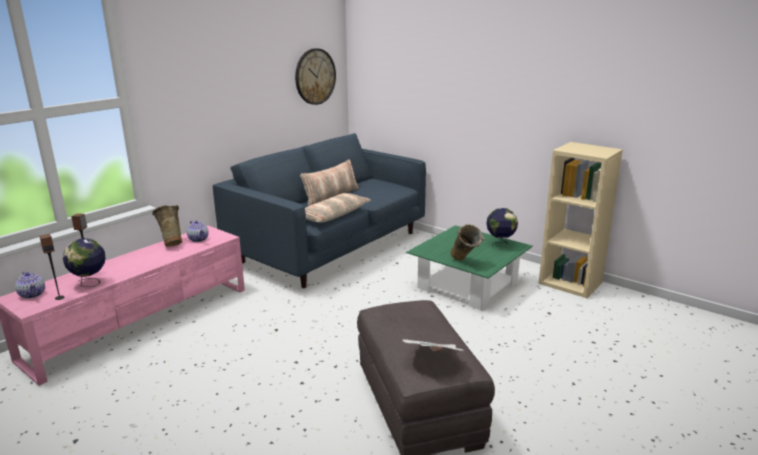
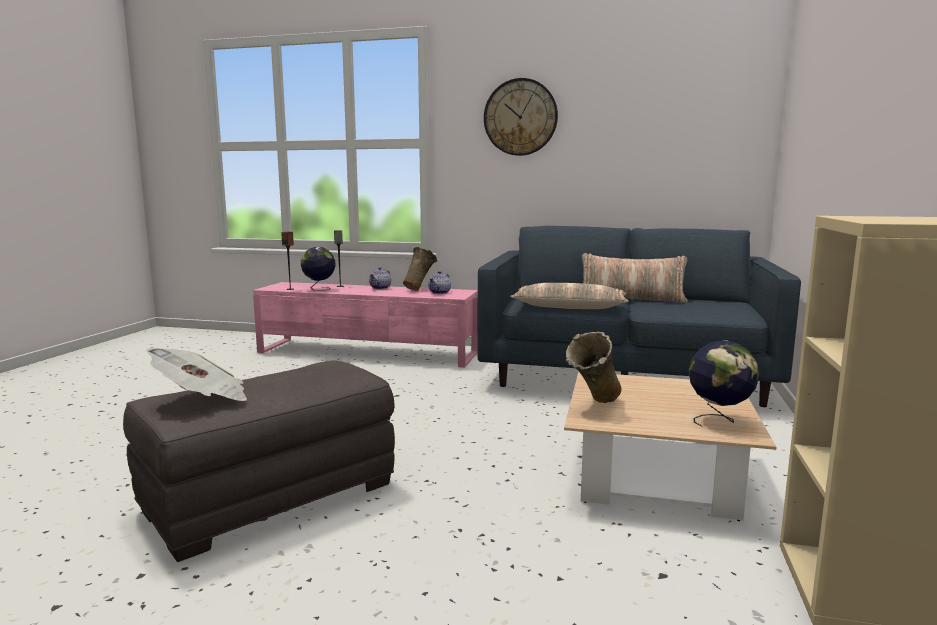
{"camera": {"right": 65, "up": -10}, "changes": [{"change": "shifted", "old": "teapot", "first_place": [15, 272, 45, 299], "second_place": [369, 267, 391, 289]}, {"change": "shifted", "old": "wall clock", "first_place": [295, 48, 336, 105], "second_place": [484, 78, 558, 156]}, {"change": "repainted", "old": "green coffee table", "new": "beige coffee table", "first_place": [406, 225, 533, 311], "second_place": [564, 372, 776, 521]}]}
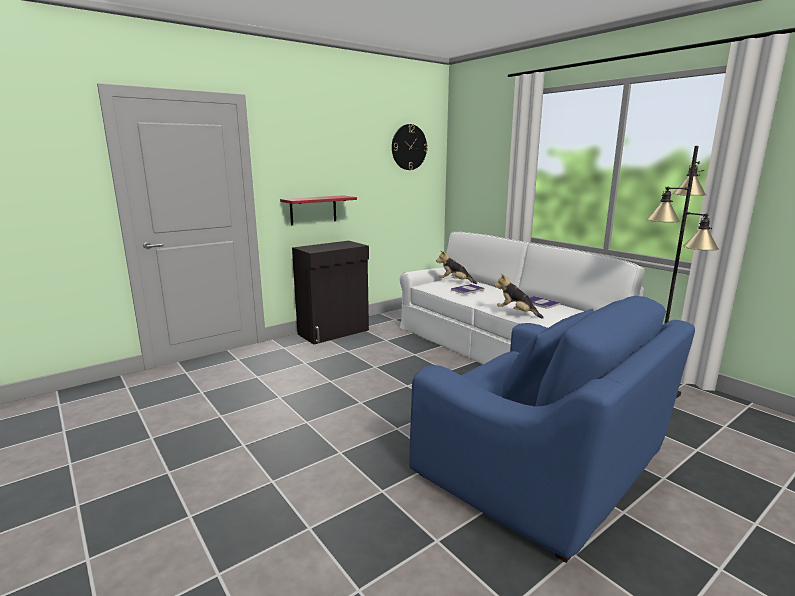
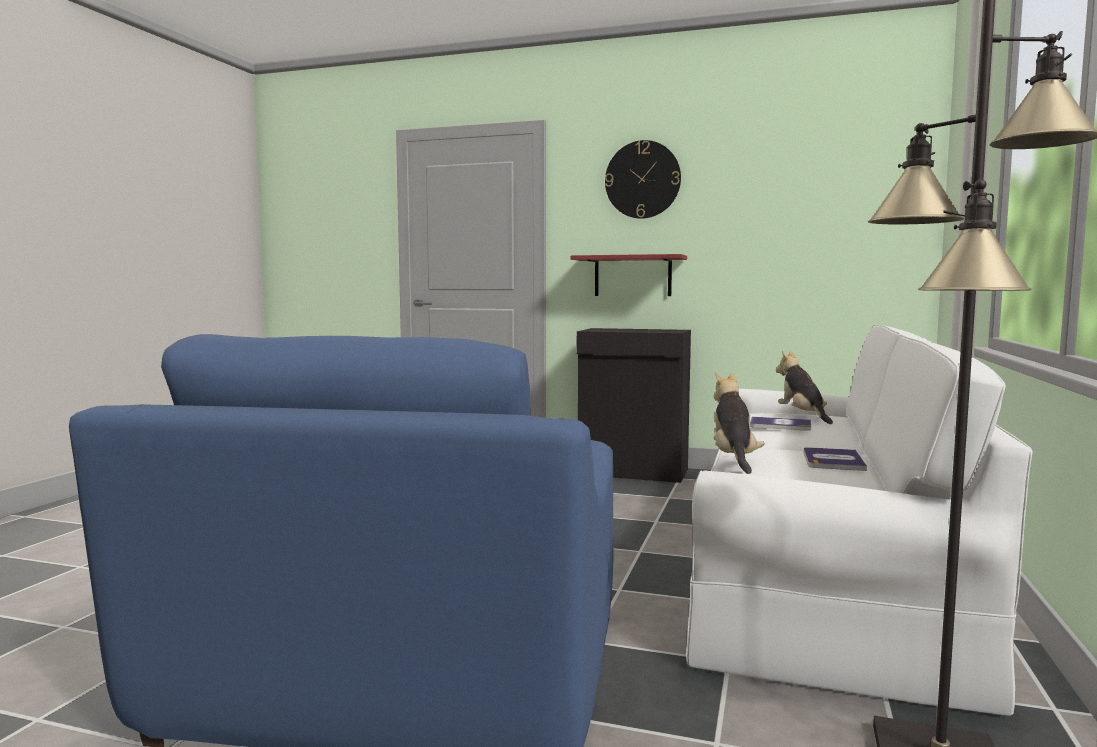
{"camera": {"right": 55, "up": -10}, "changes": [{"change": "shifted", "old": "wall clock", "first_place": [392, 124, 428, 170], "second_place": [605, 140, 681, 219]}]}
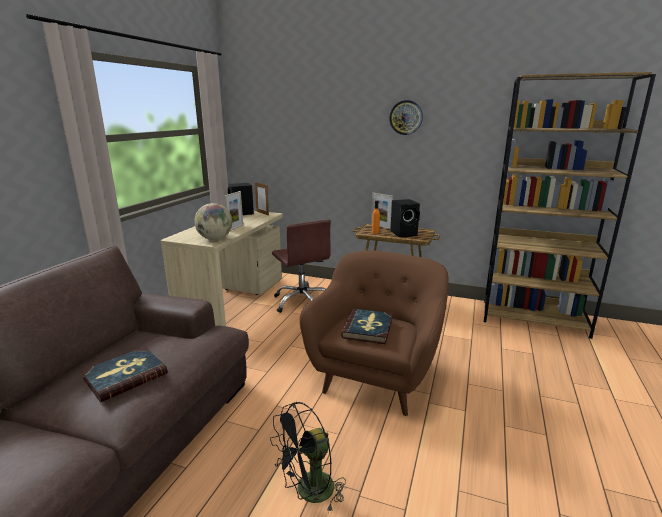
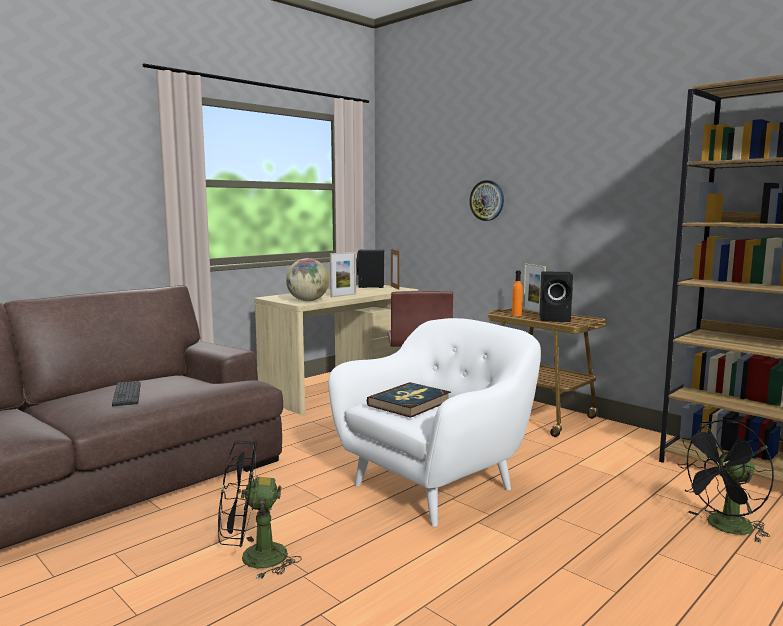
{"camera": {"right": 25, "up": -10}, "changes": [{"change": "swapped", "old": "book", "new": "keyboard", "first_place": [81, 347, 167, 403], "second_place": [112, 381, 141, 406]}, {"change": "repainted", "old": "brown armchair", "new": "white armchair", "first_place": [300, 251, 449, 416], "second_place": [328, 318, 541, 527]}, {"change": "shifted", "old": "wall clock", "first_place": [389, 100, 423, 135], "second_place": [469, 180, 504, 221]}, {"change": "new", "new": "black fan", "second_place": [677, 420, 774, 543]}]}
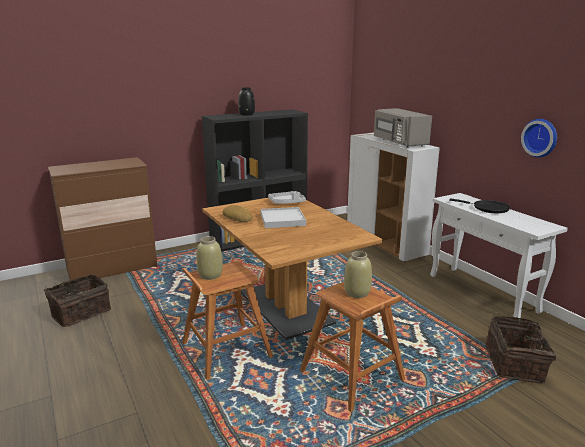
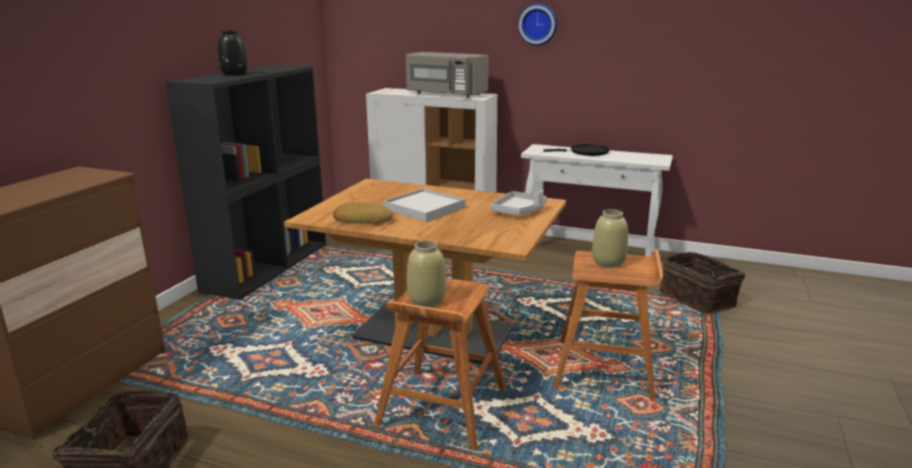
{"camera": {"right": -40, "up": 0}, "changes": [{"change": "shifted", "old": "grey tray", "first_place": [268, 191, 306, 204], "second_place": [490, 190, 547, 215]}, {"change": "shifted", "old": "wall clock", "first_place": [521, 119, 557, 158], "second_place": [518, 3, 557, 46]}]}
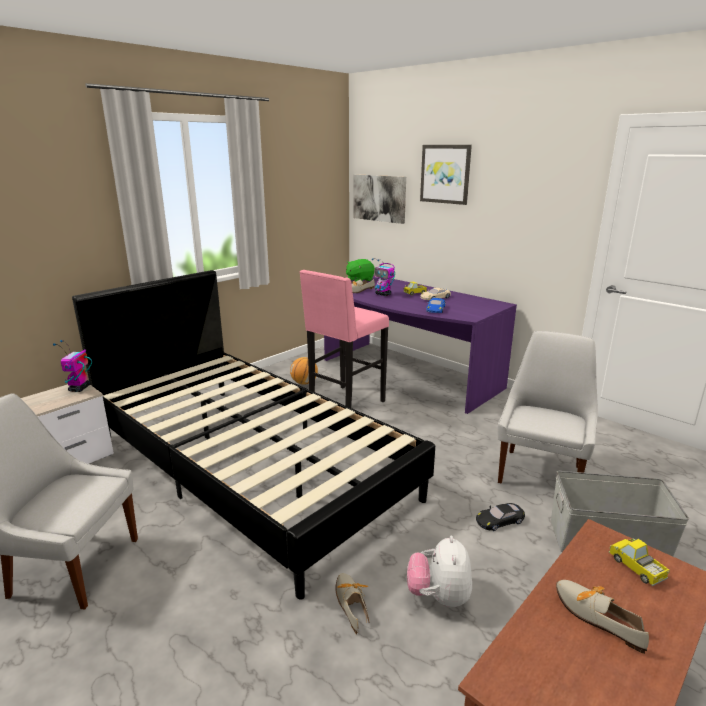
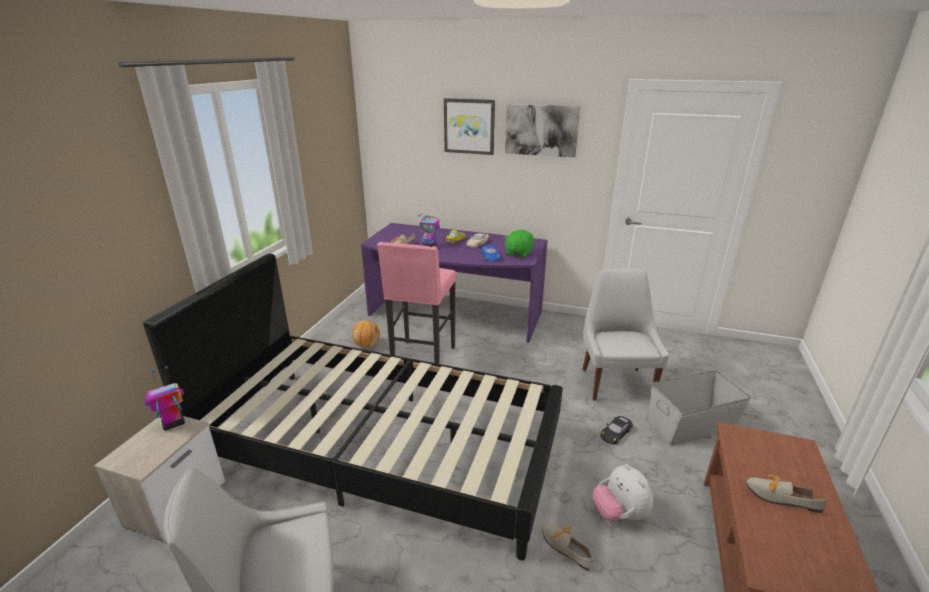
{"camera": {"right": -25, "up": 5}, "changes": [{"change": "rotated", "old": "toy robot", "first_place": [53, 340, 92, 392], "second_place": [145, 366, 185, 431], "degrees": 75}, {"change": "shifted", "old": "green plush toy", "first_place": [346, 259, 375, 282], "second_place": [504, 230, 534, 258]}, {"change": "shifted", "old": "picture", "first_place": [353, 174, 406, 224], "second_place": [505, 104, 580, 158]}, {"change": "gone", "old": "toy truck", "first_place": [609, 538, 670, 586]}]}
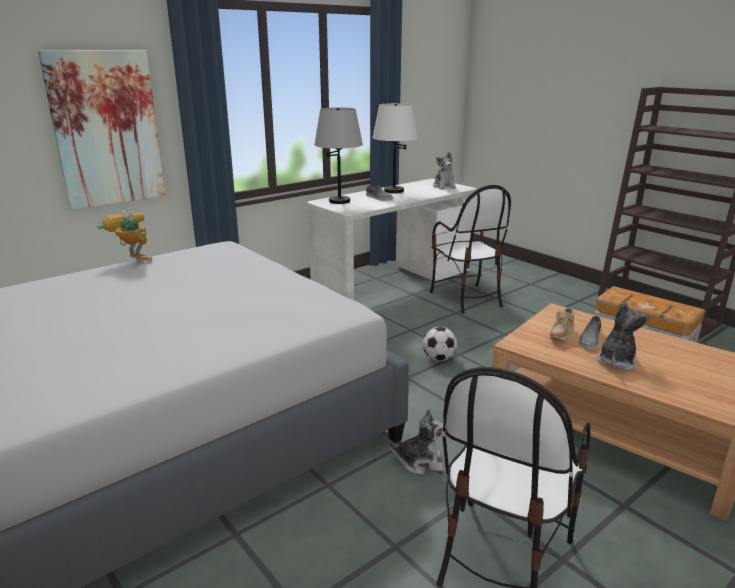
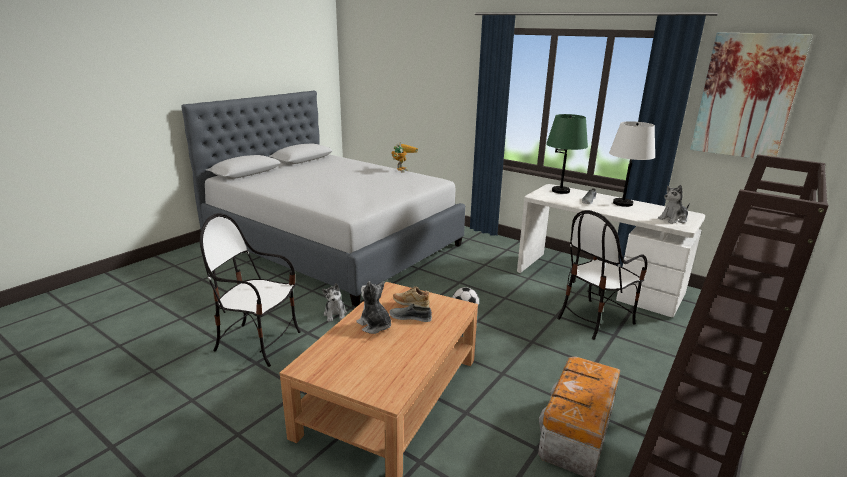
{"camera": {"right": 75, "up": 0}, "changes": [{"change": "shifted", "old": "picture", "first_place": [38, 50, 166, 210], "second_place": [690, 32, 813, 159]}, {"change": "repainted", "old": "grey table lamp", "new": "green table lamp", "first_place": [314, 107, 363, 204], "second_place": [546, 114, 588, 194]}, {"change": "rotated", "old": "plush toy", "first_place": [596, 302, 650, 371], "second_place": [357, 281, 391, 334], "degrees": -150}]}
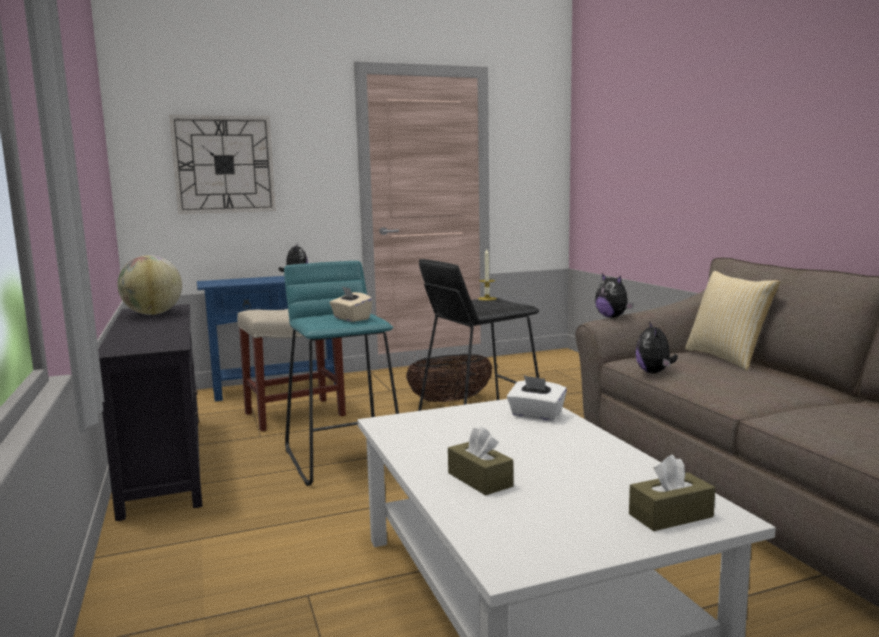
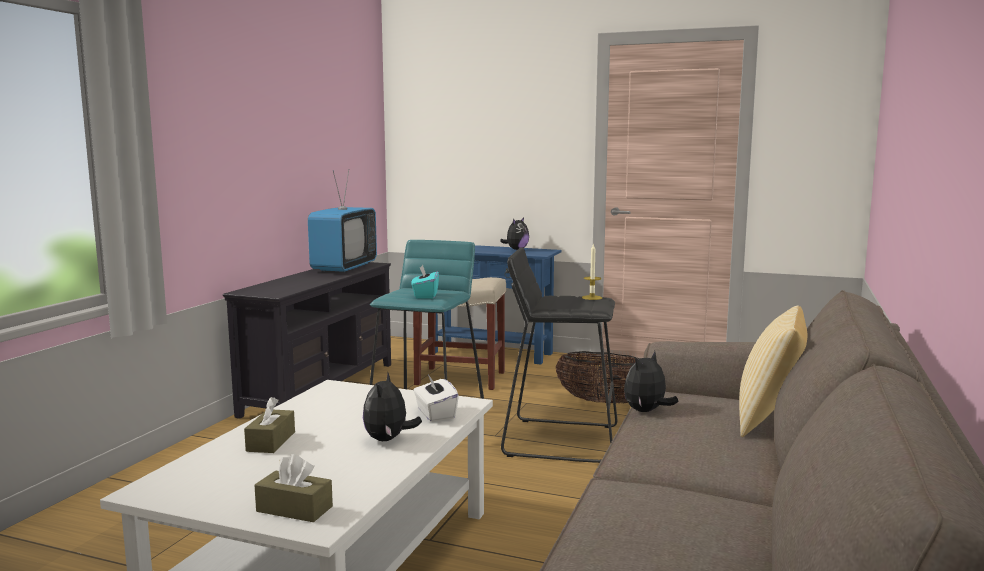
{"camera": {"right": 40, "up": 0}, "changes": [{"change": "swapped", "old": "globe", "new": "television", "first_place": [117, 255, 182, 315], "second_place": [308, 169, 377, 273]}, {"change": "gone", "old": "wall clock", "first_place": [170, 115, 276, 214]}, {"change": "repainted", "old": "beige tissue box", "new": "turquoise tissue box", "first_place": [330, 286, 372, 322], "second_place": [411, 265, 439, 298]}, {"change": "shifted", "old": "plush toy", "first_place": [595, 274, 634, 318], "second_place": [363, 372, 422, 441]}]}
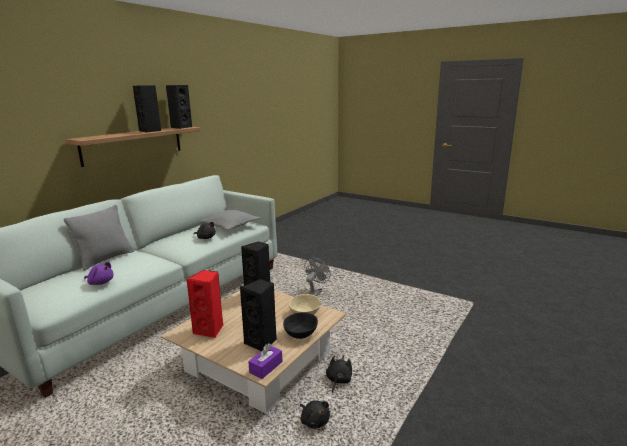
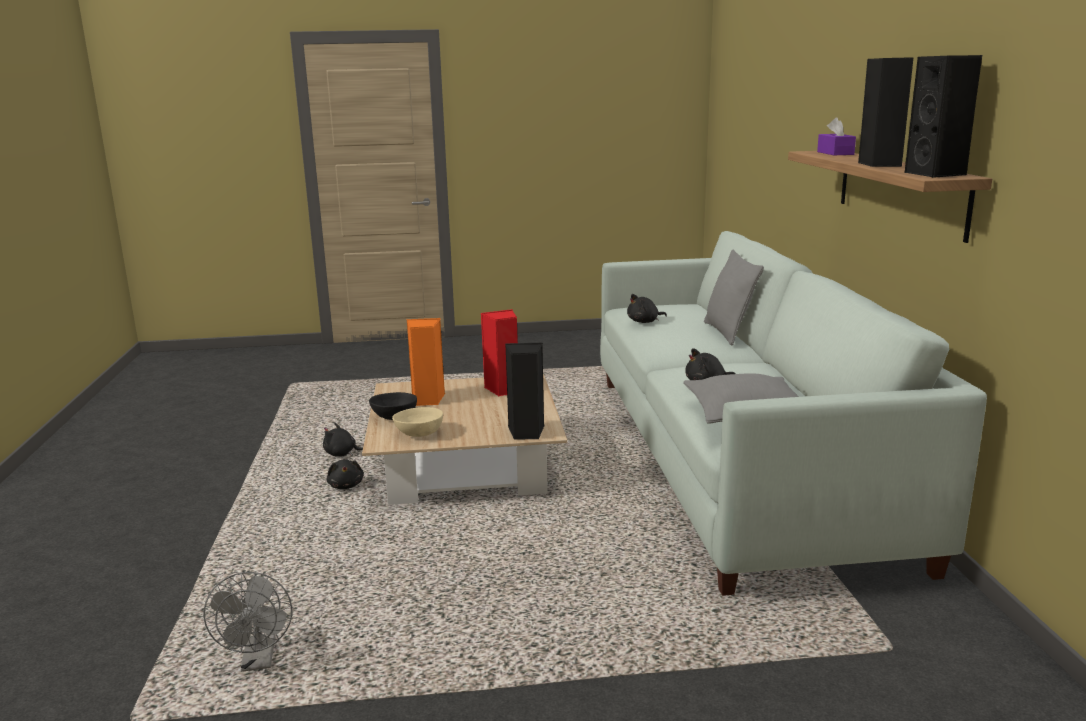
{"camera": {"right": 140, "up": 0}, "changes": [{"change": "repainted", "old": "purple plush toy", "new": "black plush toy", "first_place": [84, 262, 114, 285], "second_place": [627, 294, 667, 323]}, {"change": "repainted", "old": "black speaker", "new": "orange speaker", "first_place": [240, 279, 277, 351], "second_place": [407, 318, 445, 406]}, {"change": "shifted", "old": "purple tissue box", "first_place": [248, 343, 283, 379], "second_place": [817, 118, 856, 155]}, {"change": "shifted", "old": "grey fan", "first_place": [304, 258, 330, 296], "second_place": [203, 572, 292, 672]}]}
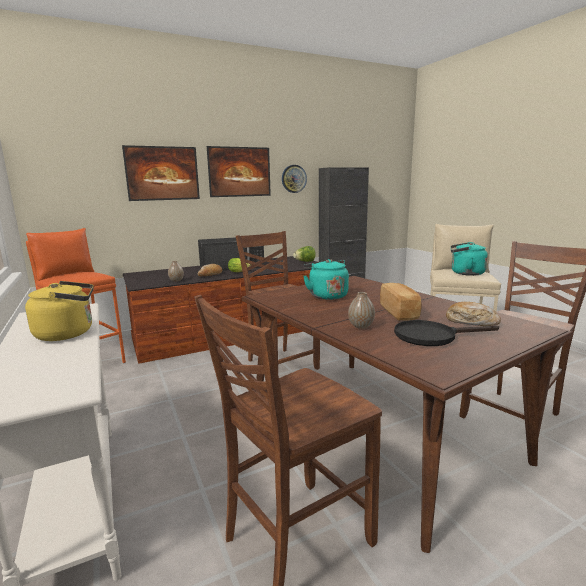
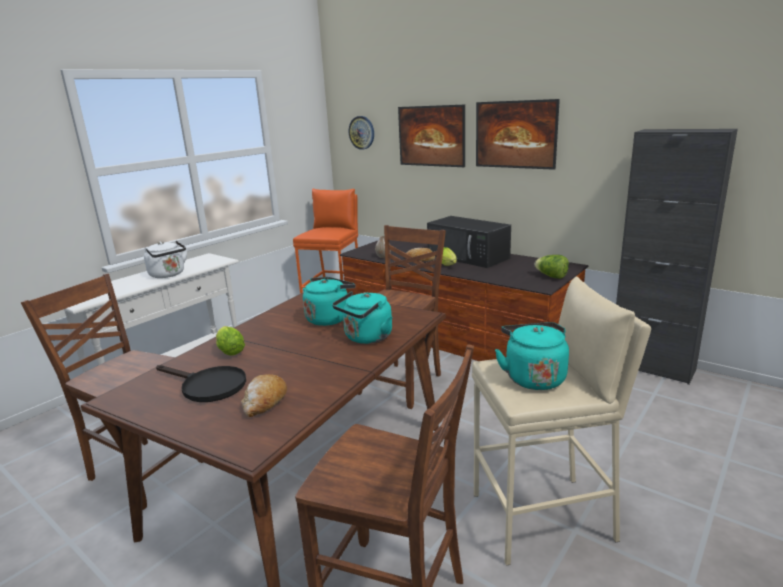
{"camera": {"right": 65, "up": 5}, "changes": [{"change": "repainted", "old": "yellow kettle", "new": "white kettle", "first_place": [25, 281, 94, 341], "second_place": [144, 240, 187, 278]}, {"change": "shifted", "old": "wall clock", "first_place": [282, 165, 307, 193], "second_place": [349, 116, 374, 150]}, {"change": "swapped", "old": "vase", "new": "lettuce", "first_place": [348, 292, 375, 329], "second_place": [216, 326, 245, 356]}, {"change": "gone", "old": "bread", "first_place": [380, 283, 421, 321]}, {"change": "rotated", "old": "black frying pan", "first_place": [394, 320, 499, 346], "second_place": [156, 365, 246, 402], "degrees": 150}, {"change": "new", "new": "turquoise kettle", "second_place": [332, 291, 393, 344]}]}
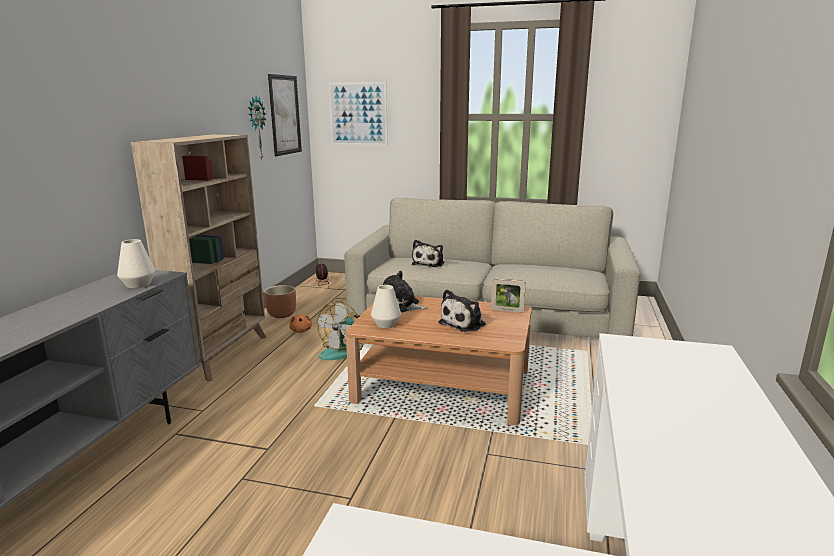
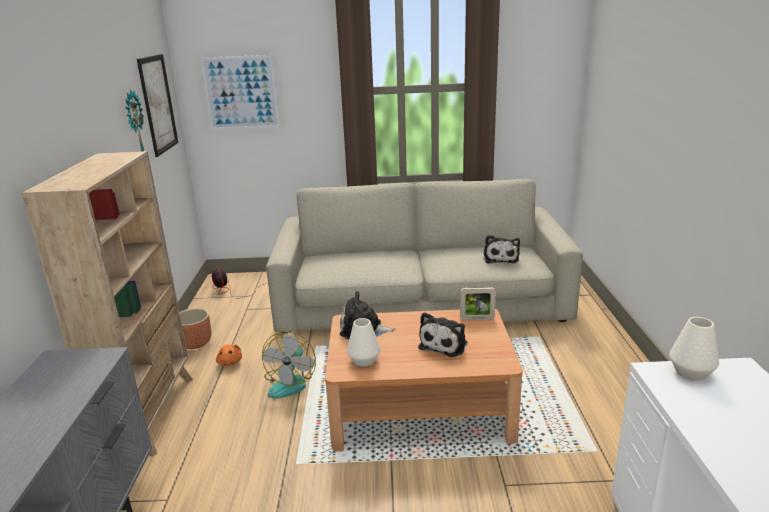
{"camera": {"right": -15, "up": 5}, "changes": [{"change": "shifted", "old": "white vase", "first_place": [117, 239, 155, 288], "second_place": [669, 317, 719, 381]}, {"change": "shifted", "old": "plush toy", "first_place": [412, 240, 444, 267], "second_place": [484, 235, 520, 264]}]}
